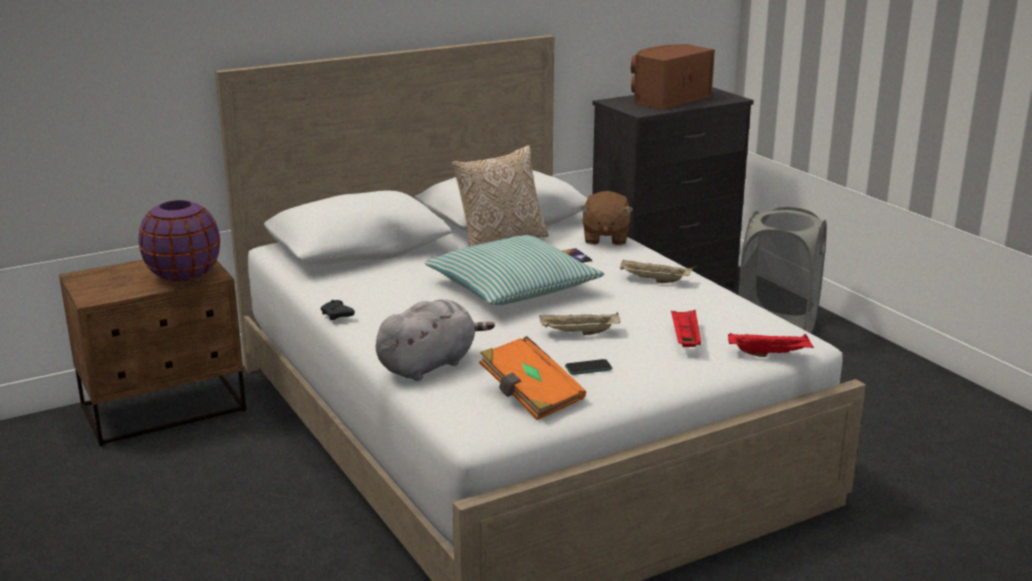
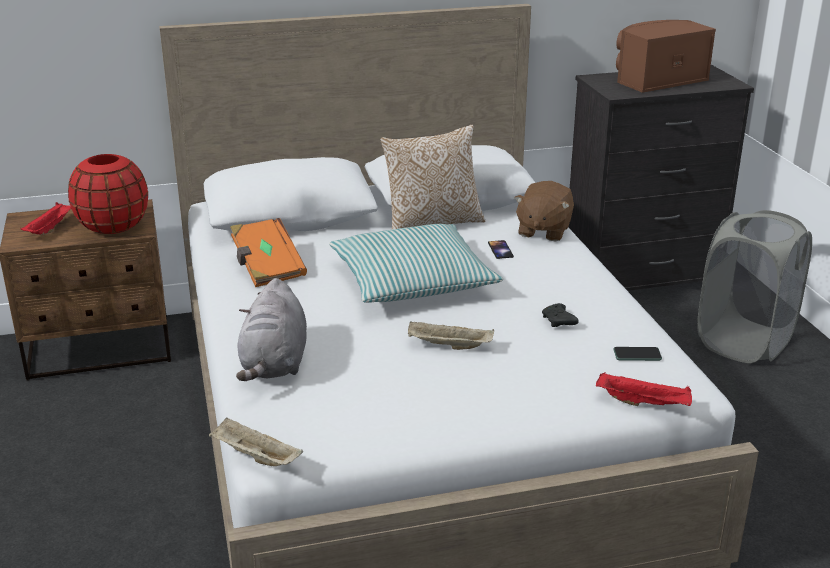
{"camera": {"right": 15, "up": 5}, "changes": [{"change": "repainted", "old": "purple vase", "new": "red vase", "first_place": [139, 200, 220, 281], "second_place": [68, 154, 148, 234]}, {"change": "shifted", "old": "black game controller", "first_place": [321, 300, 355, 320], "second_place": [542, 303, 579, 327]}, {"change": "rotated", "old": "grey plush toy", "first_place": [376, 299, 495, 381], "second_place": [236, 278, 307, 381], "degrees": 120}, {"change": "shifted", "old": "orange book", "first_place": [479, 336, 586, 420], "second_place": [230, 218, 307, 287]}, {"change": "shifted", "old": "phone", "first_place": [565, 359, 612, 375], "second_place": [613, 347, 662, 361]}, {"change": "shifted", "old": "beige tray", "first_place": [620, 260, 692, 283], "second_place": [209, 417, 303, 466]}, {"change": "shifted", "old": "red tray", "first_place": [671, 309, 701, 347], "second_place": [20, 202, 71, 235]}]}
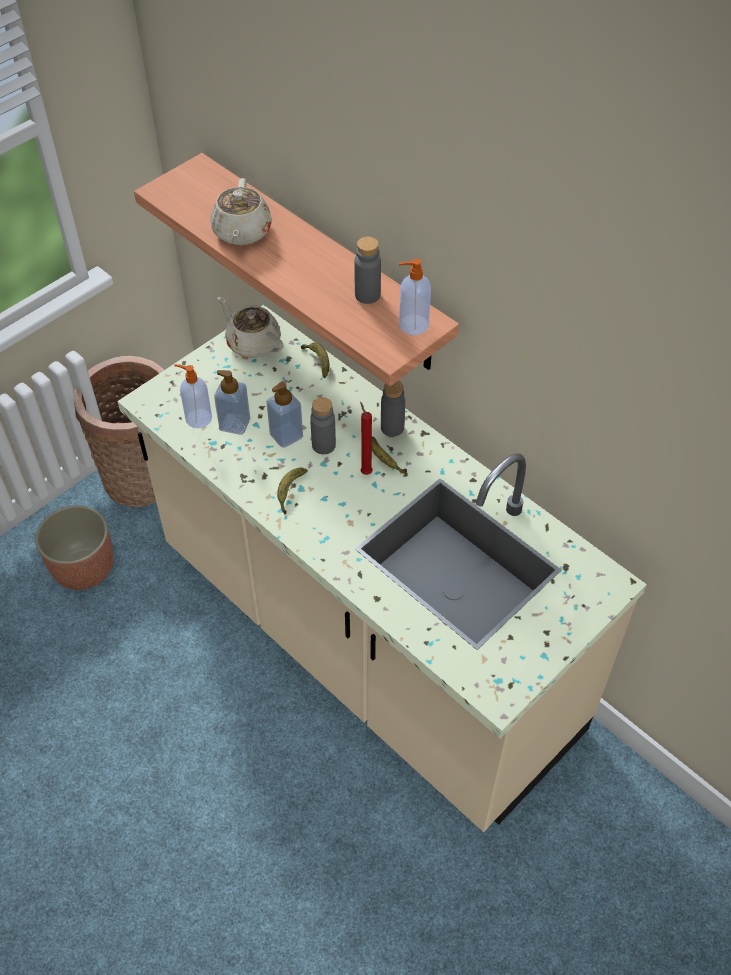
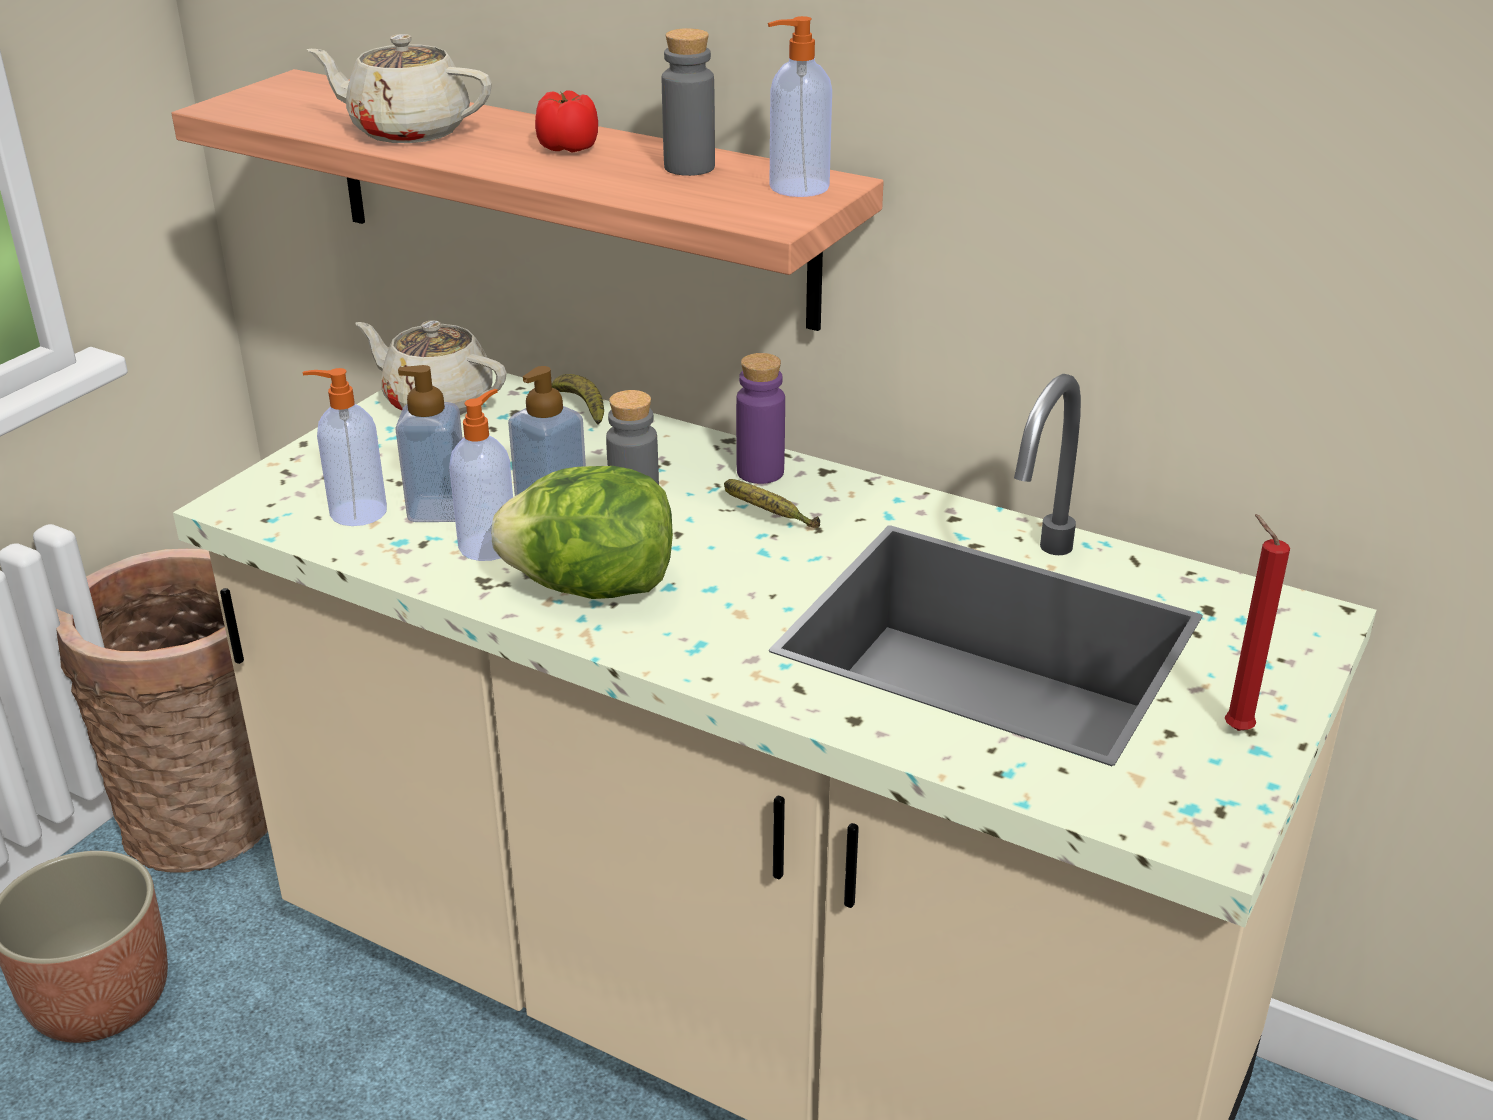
{"camera": {"right": -15, "up": -20}, "changes": [{"change": "rotated", "old": "beige teapot", "first_place": [210, 178, 272, 245], "second_place": [307, 34, 492, 143], "degrees": 120}, {"change": "swapped", "old": "banana", "new": "lettuce", "first_place": [277, 467, 308, 514], "second_place": [491, 466, 673, 599]}, {"change": "shifted", "old": "red candle", "first_place": [360, 402, 373, 475], "second_place": [1225, 514, 1290, 731]}, {"change": "repainted", "old": "grey bottle", "new": "purple bottle", "first_place": [381, 381, 405, 437], "second_place": [736, 353, 785, 484]}, {"change": "new", "new": "soap dispenser", "second_place": [449, 389, 513, 561]}, {"change": "new", "new": "tomato", "second_place": [535, 90, 598, 153]}]}
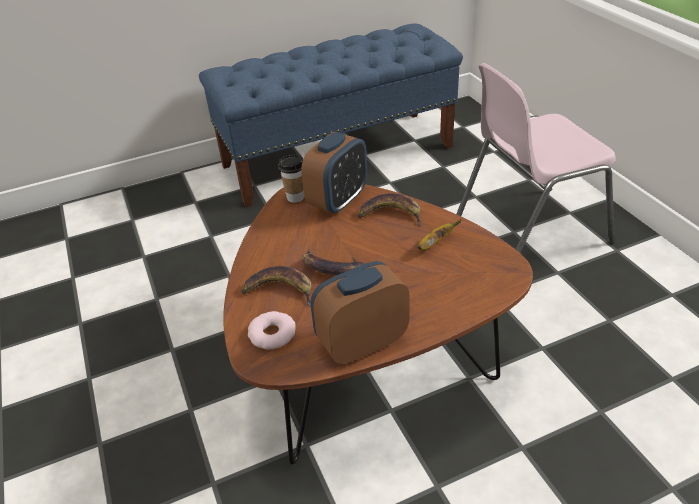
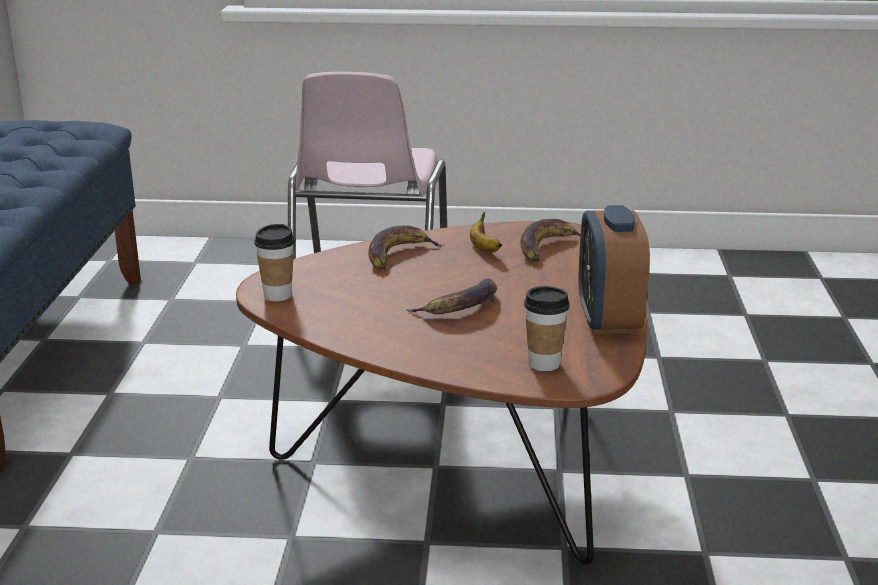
{"camera": {"right": -65, "up": -15}, "changes": [{"change": "shifted", "old": "banana", "first_place": [241, 266, 312, 307], "second_place": [520, 219, 581, 262]}, {"change": "swapped", "old": "donut", "new": "cup", "first_place": [248, 311, 296, 349], "second_place": [524, 286, 570, 371]}, {"change": "gone", "old": "alarm clock", "first_place": [301, 132, 367, 214]}]}
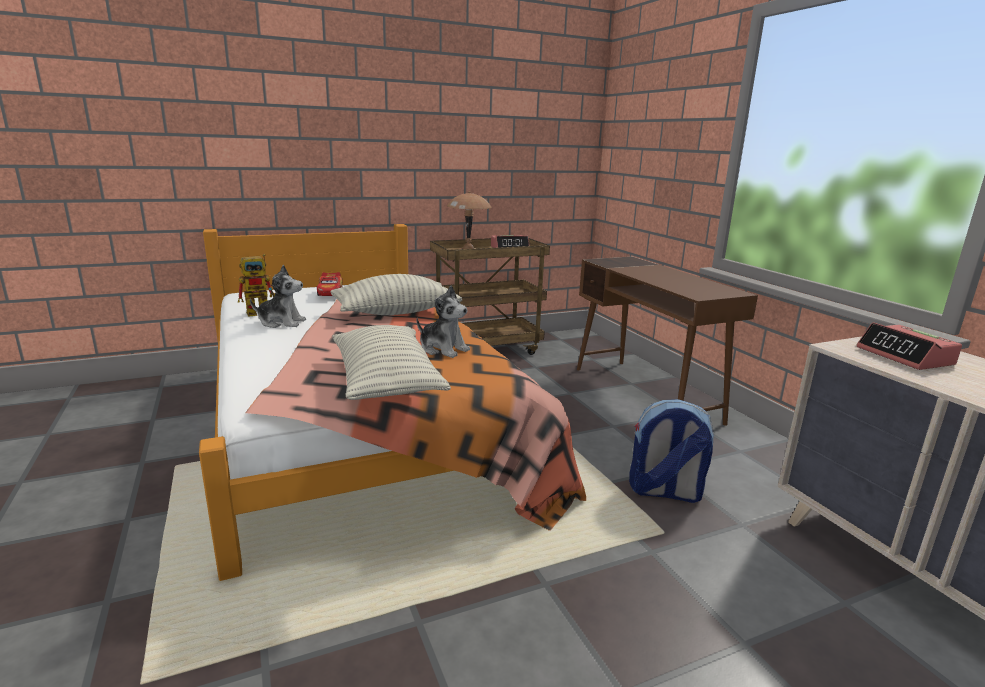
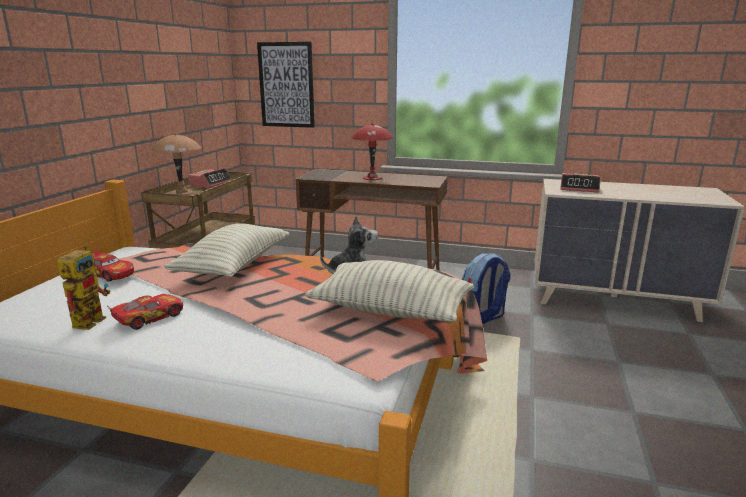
{"camera": {"right": -50, "up": 0}, "changes": [{"change": "swapped", "old": "plush toy", "new": "toy car", "first_place": [250, 265, 306, 328], "second_place": [107, 294, 183, 330]}, {"change": "new", "new": "picture", "second_place": [257, 42, 315, 128]}, {"change": "new", "new": "red table lamp", "second_place": [351, 123, 393, 180]}]}
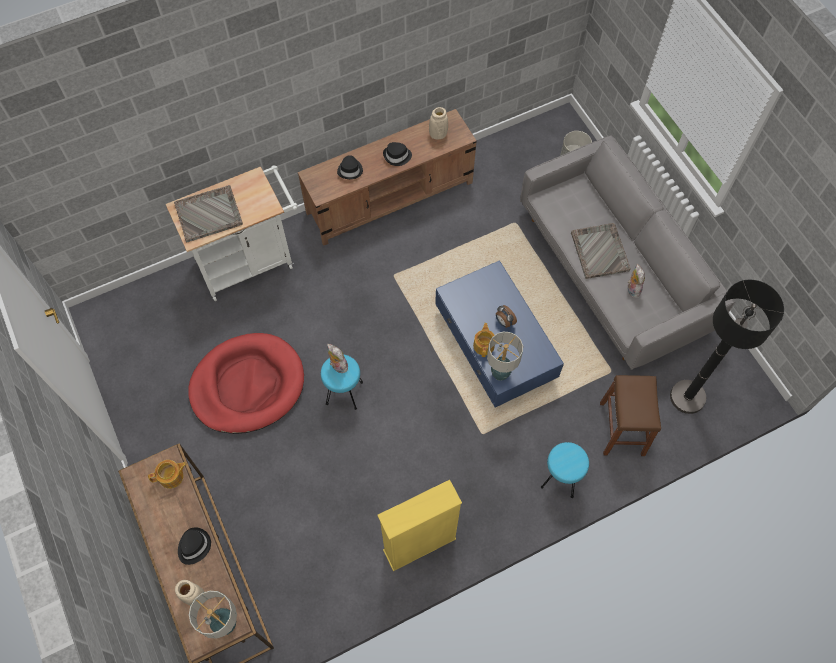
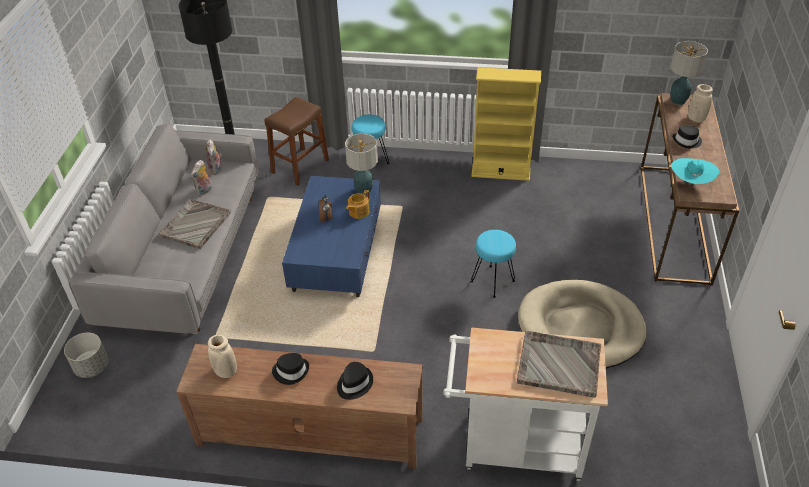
{"camera": {"right": -145, "up": -20}, "changes": [{"change": "swapped", "old": "teapot", "new": "turquoise hat", "first_place": [148, 460, 187, 489], "second_place": [671, 158, 720, 188]}, {"change": "repainted", "old": "red dog bed", "new": "beige dog bed", "first_place": [188, 333, 304, 434], "second_place": [518, 280, 646, 369]}, {"change": "shifted", "old": "plush toy", "first_place": [327, 344, 350, 373], "second_place": [206, 139, 222, 175]}]}
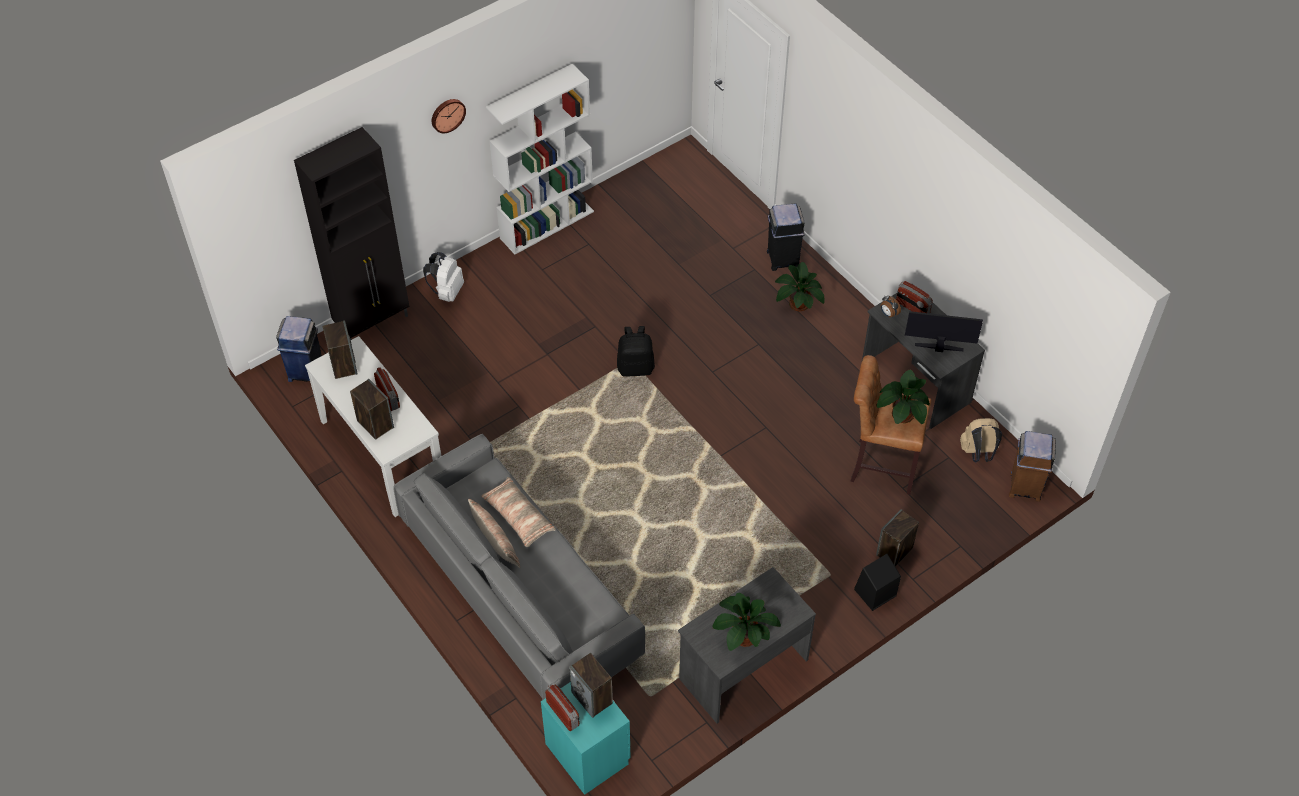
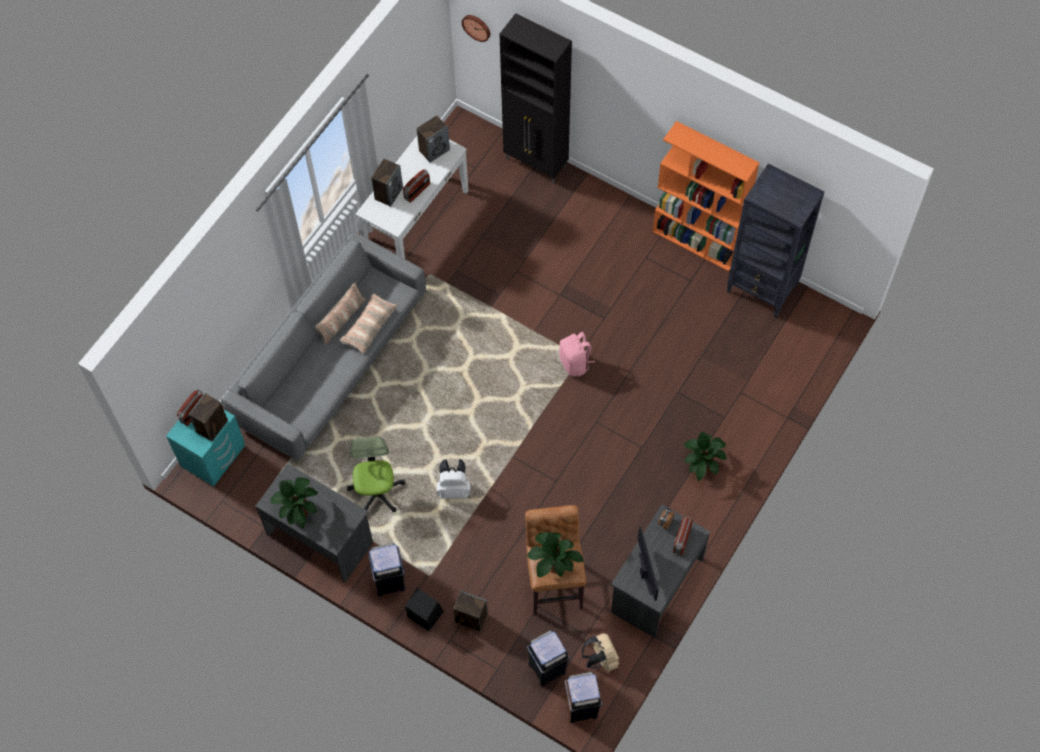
{"camera": {"right": 70, "up": 10}, "changes": [{"change": "shifted", "old": "blue trash can", "first_place": [276, 316, 322, 382], "second_place": [368, 543, 405, 596]}, {"change": "shifted", "old": "white backpack", "first_place": [423, 252, 464, 302], "second_place": [437, 459, 471, 499]}, {"change": "shifted", "old": "wall clock", "first_place": [432, 99, 466, 133], "second_place": [462, 15, 491, 42]}, {"change": "repainted", "old": "white bookcase", "new": "orange bookcase", "first_place": [486, 64, 594, 254], "second_place": [653, 121, 760, 271]}, {"change": "repainted", "old": "black backpack", "new": "pink backpack", "first_place": [617, 326, 655, 376], "second_place": [559, 332, 595, 377]}, {"change": "shifted", "old": "black trash can", "first_place": [767, 203, 805, 271], "second_place": [527, 630, 570, 686]}, {"change": "new", "new": "office chair", "second_place": [347, 436, 405, 512]}, {"change": "new", "new": "black bookcase", "second_place": [727, 163, 825, 318]}]}
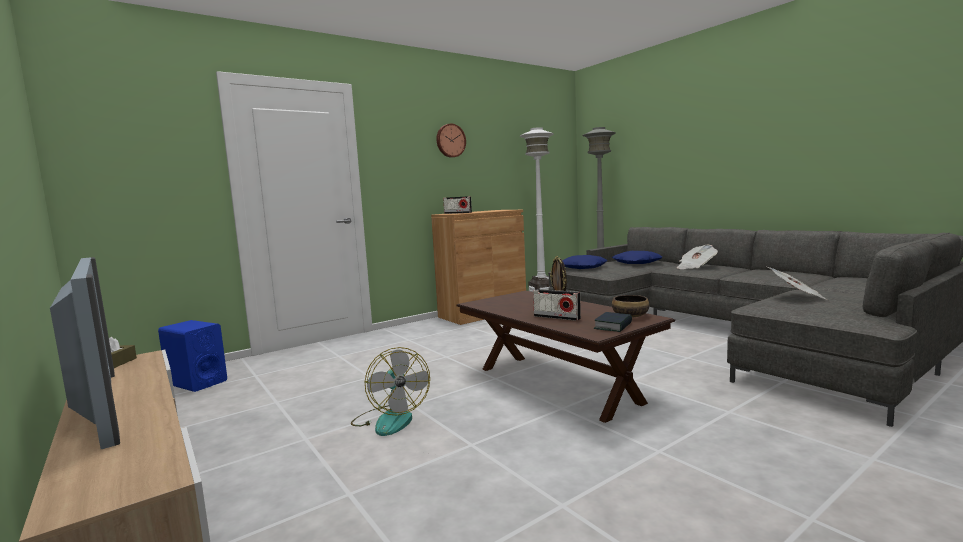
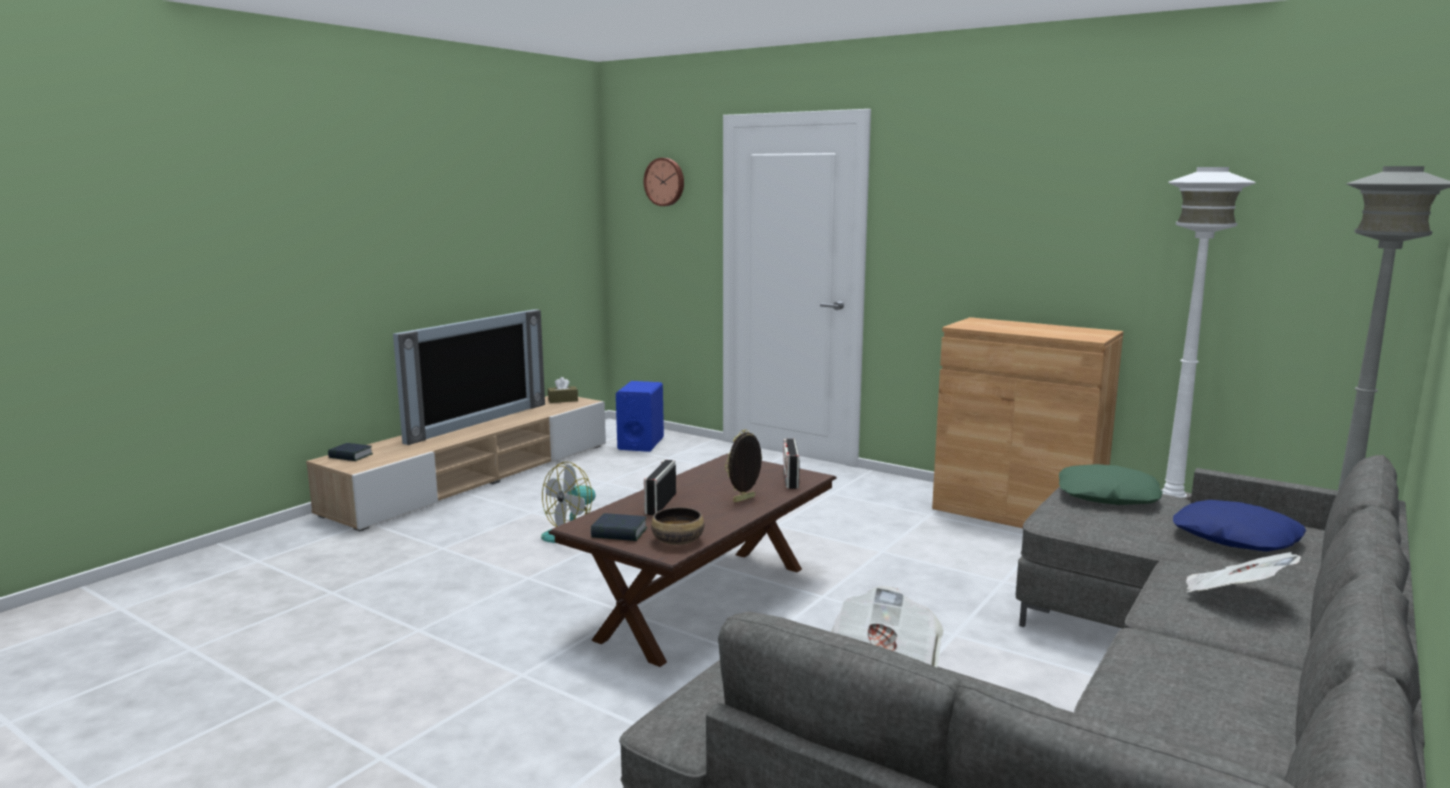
{"camera": {"right": 70, "up": 5}, "changes": [{"change": "shifted", "old": "wall clock", "first_place": [436, 124, 466, 158], "second_place": [644, 158, 684, 206]}, {"change": "shifted", "old": "radio", "first_place": [443, 196, 472, 214], "second_place": [783, 438, 800, 489]}, {"change": "repainted", "old": "blue pillow", "new": "green pillow", "first_place": [562, 255, 608, 269], "second_place": [1059, 464, 1163, 505]}, {"change": "new", "new": "book", "second_place": [328, 443, 373, 461]}]}
